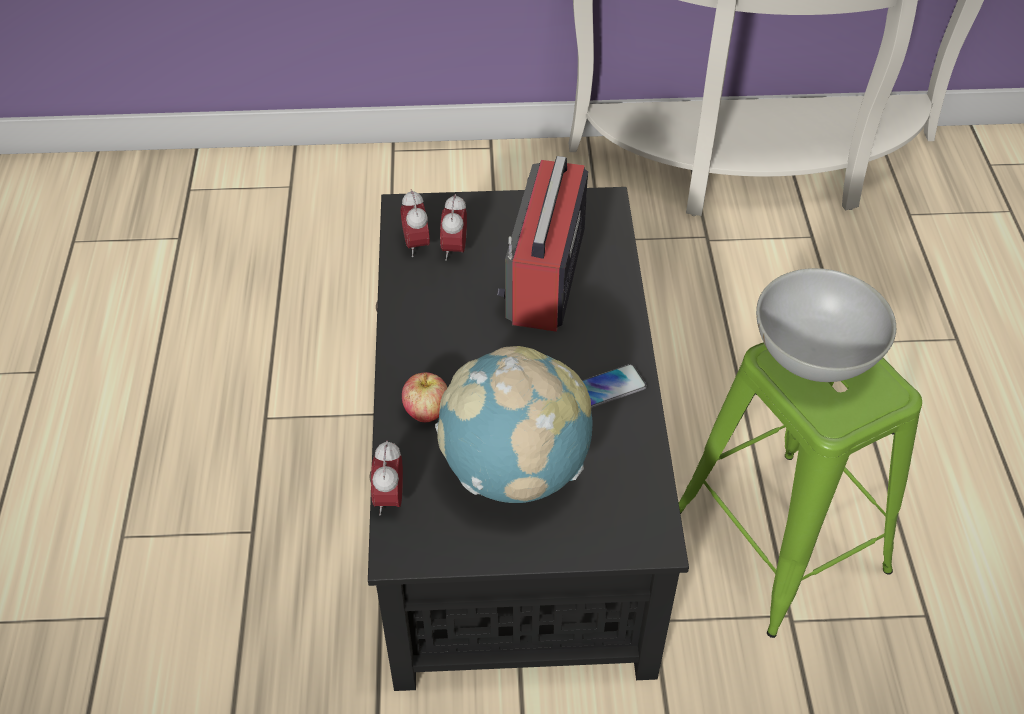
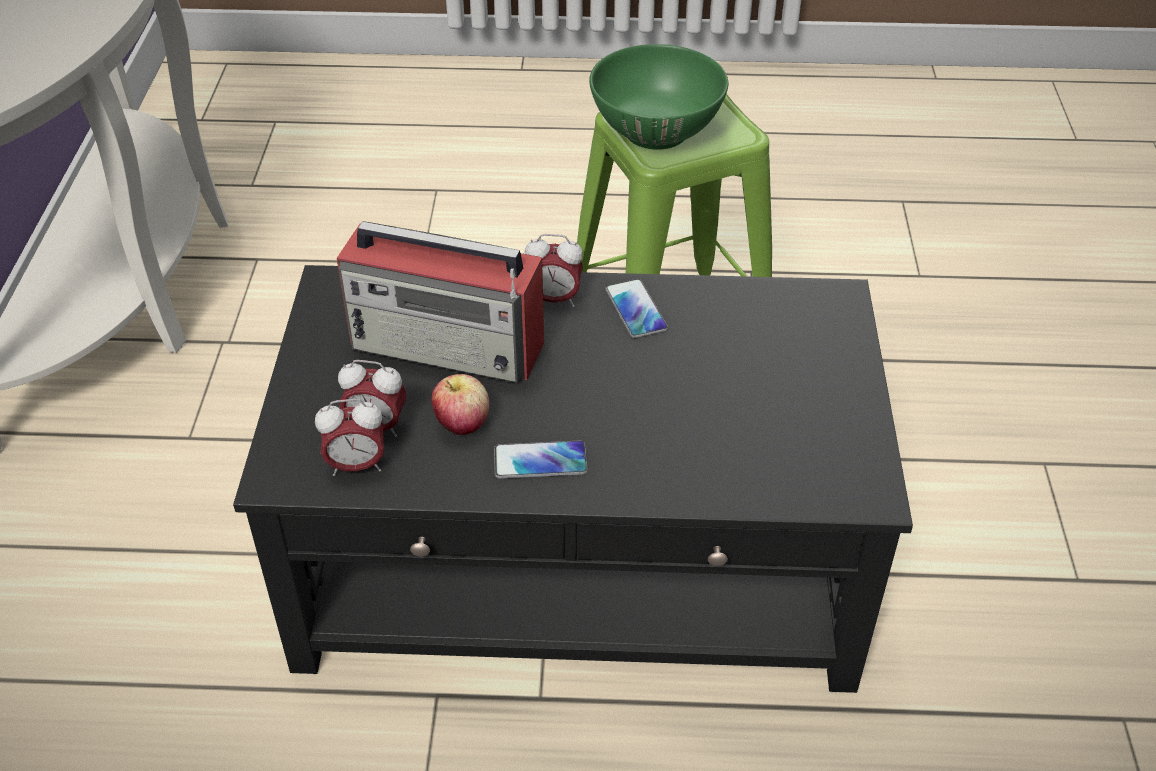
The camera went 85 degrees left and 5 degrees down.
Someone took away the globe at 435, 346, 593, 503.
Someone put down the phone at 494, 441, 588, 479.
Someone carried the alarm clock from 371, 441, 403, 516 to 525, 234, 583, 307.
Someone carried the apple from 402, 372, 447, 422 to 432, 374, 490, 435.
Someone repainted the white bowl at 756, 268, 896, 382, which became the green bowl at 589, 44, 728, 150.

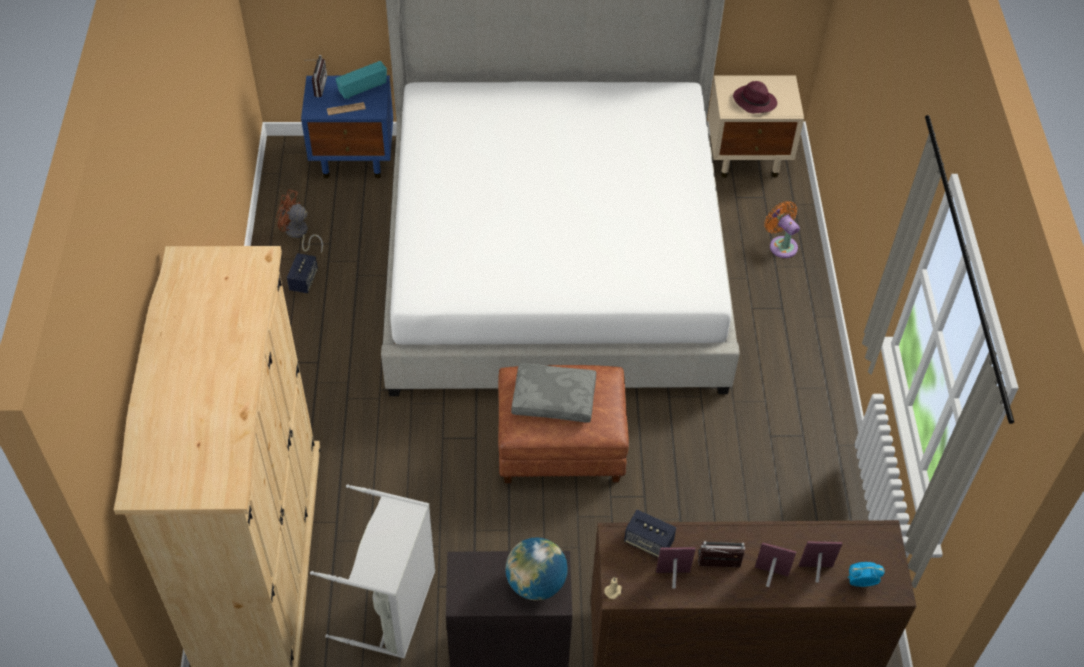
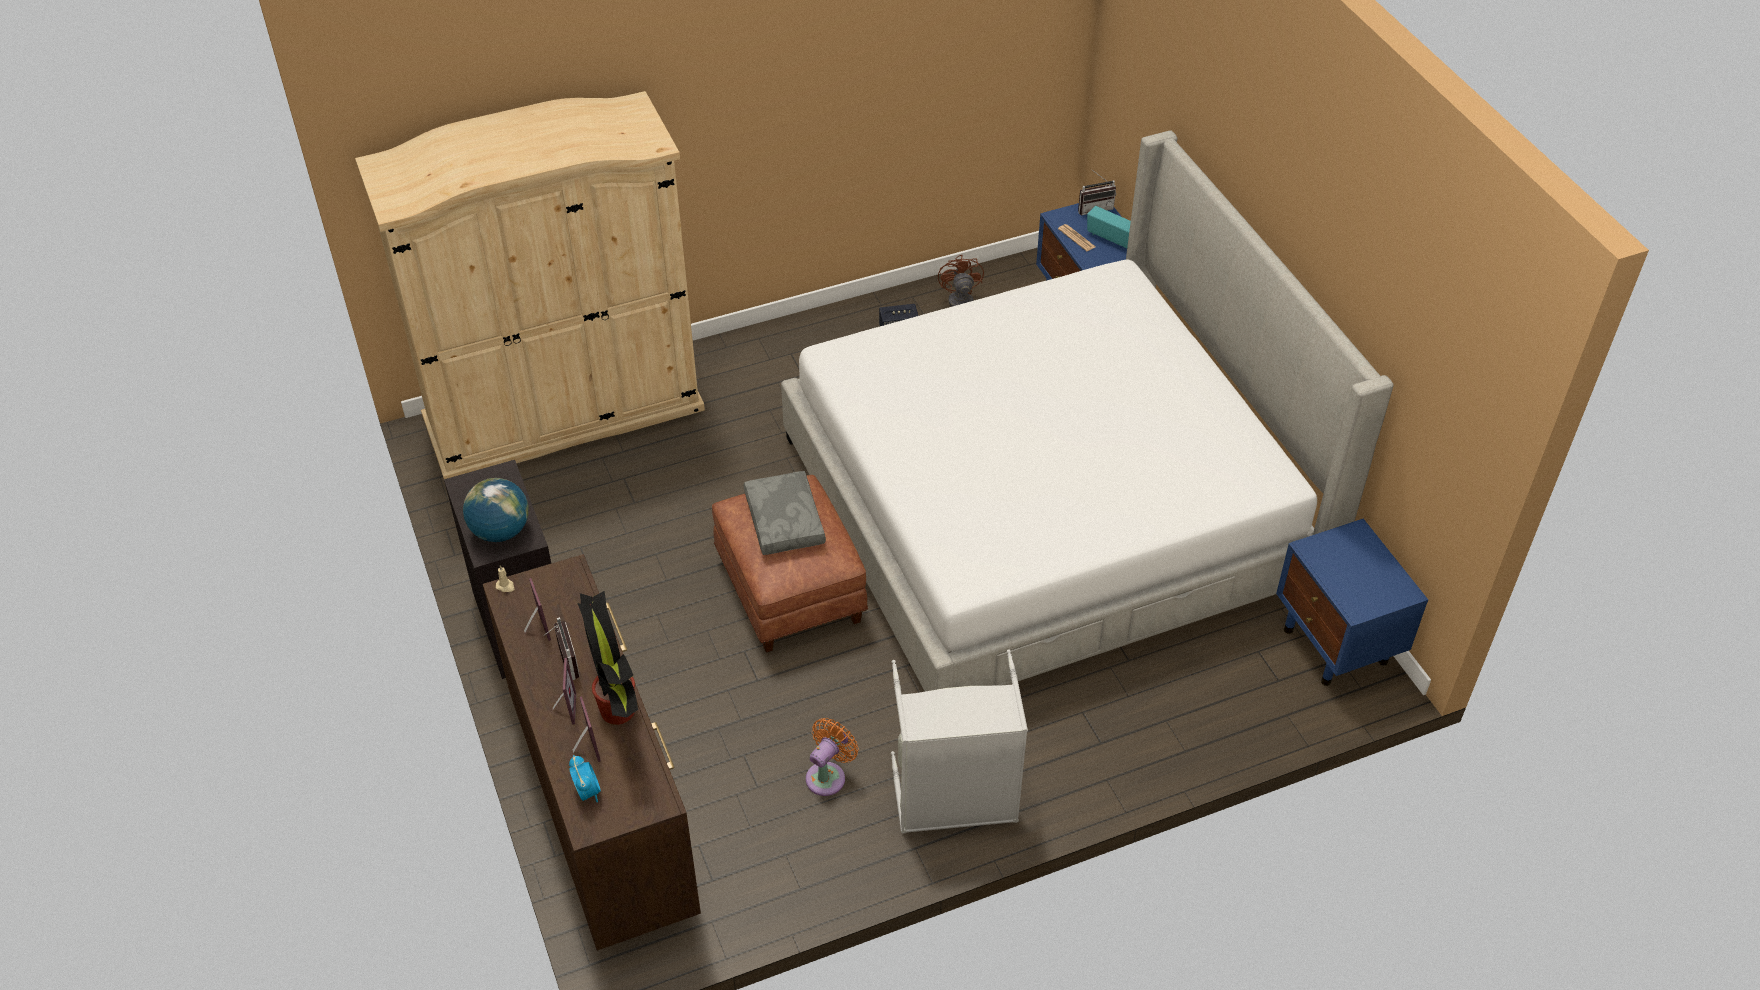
The camera went 70 degrees right and 5 degrees down.
Someone took away the speaker at 624, 510, 676, 558.
Someone took away the purple hat at 733, 81, 777, 113.
Someone put down the potted plant at 577, 591, 638, 725.
Someone carried the grey laundry basket from 310, 485, 435, 658 to 891, 650, 1028, 834.
Someone carried the orange fan from 765, 201, 800, 258 to 806, 718, 858, 796.
Someone repainted the beige nightstand at 708, 76, 804, 178, which became the blue nightstand at 1276, 519, 1428, 686.

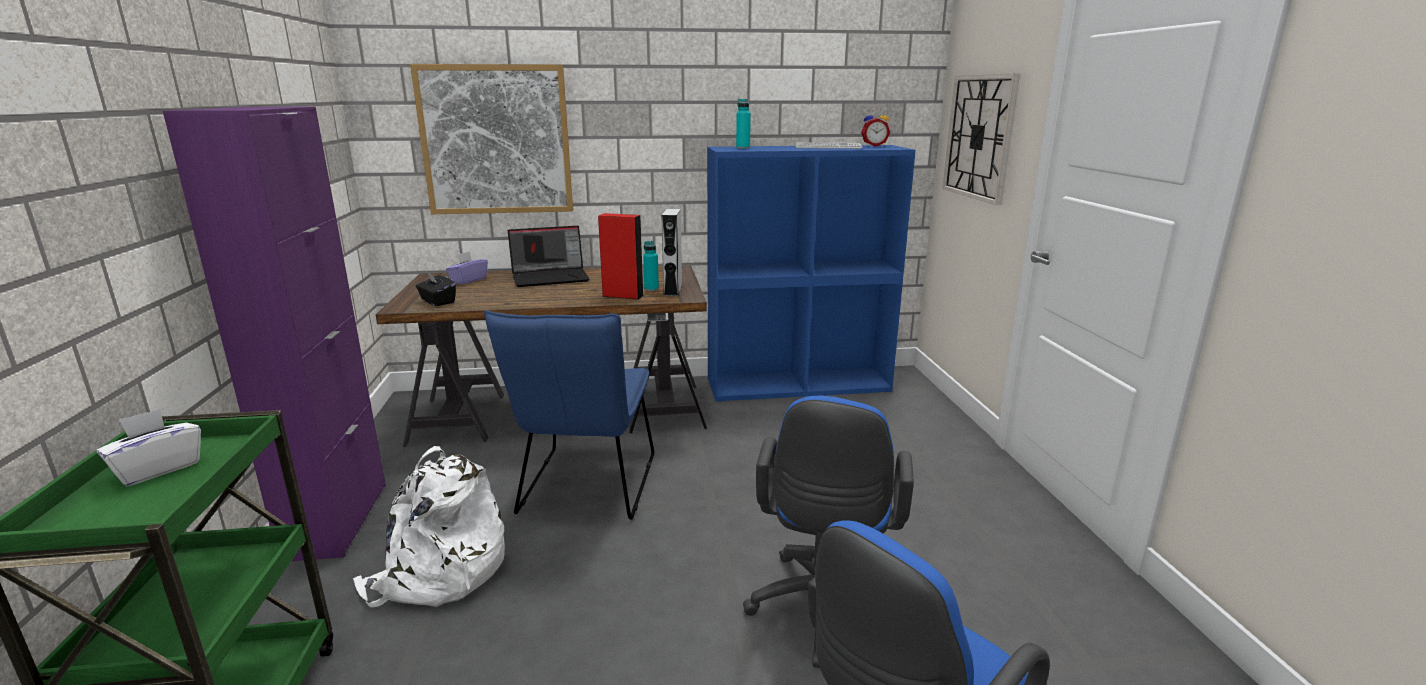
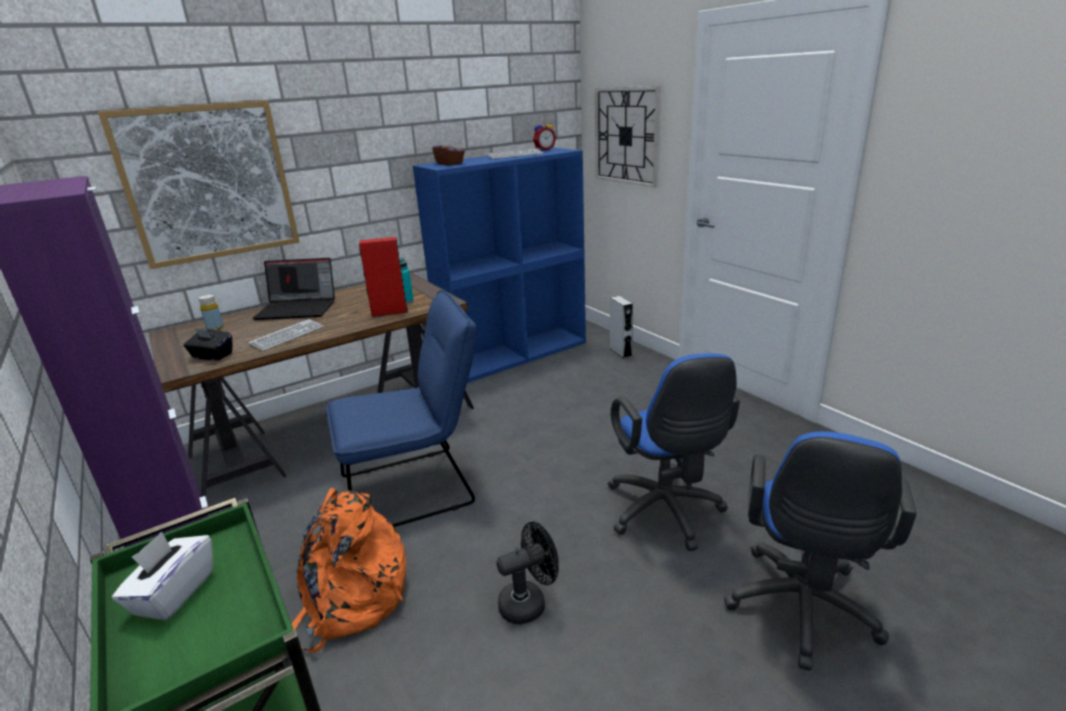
The camera went 25 degrees left and 5 degrees up.
Someone put down the keyboard at 248, 319, 324, 351.
Someone put down the black fan at 497, 522, 558, 624.
Someone carried the grey speaker from 661, 209, 682, 296 to 610, 296, 633, 358.
Someone swapped the purple tissue box at 446, 251, 488, 284 for the yellow bottle at 198, 294, 224, 330.
Someone swapped the turquoise bottle at 736, 99, 751, 149 for the brown tissue box at 432, 138, 465, 166.
Someone repainted the white backpack at 353, 446, 505, 607, which became the orange backpack at 292, 488, 406, 653.
Someone rotated the blue chair at 484, 311, 654, 520 by 90 degrees counterclockwise.
Someone rotated the laptop at 508, 226, 589, 287 by 45 degrees clockwise.

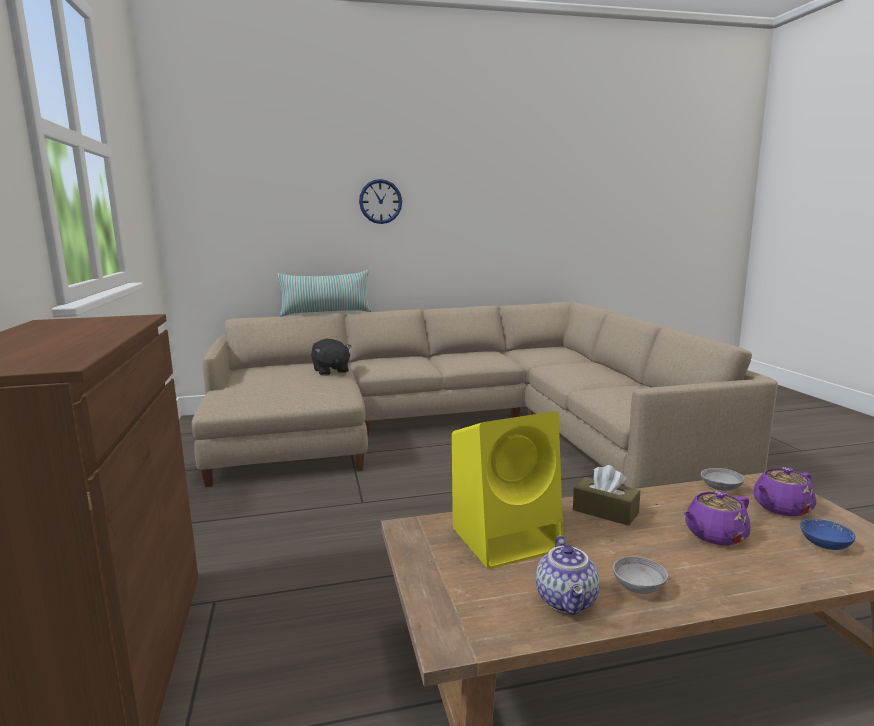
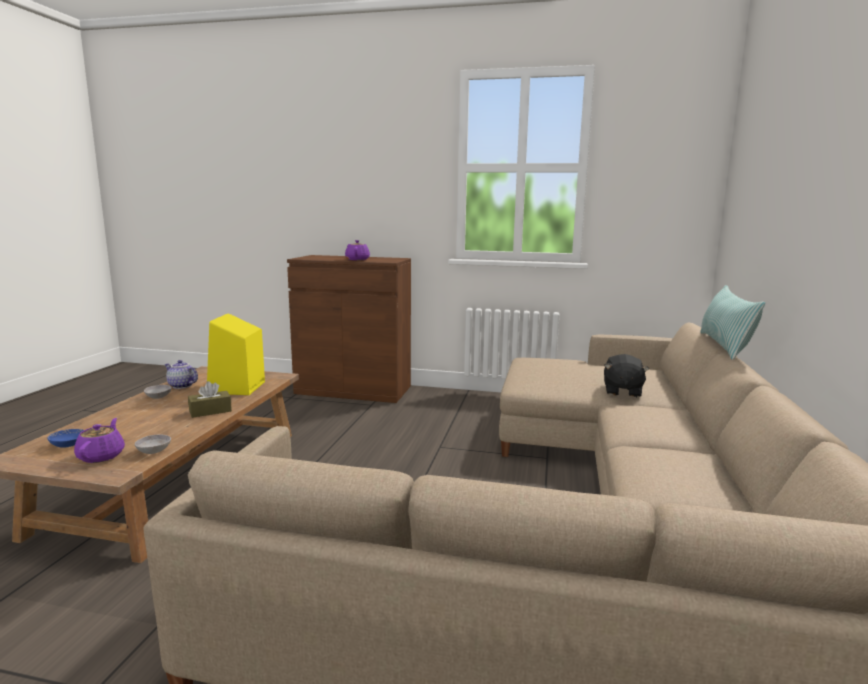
The camera went 115 degrees right and 0 degrees up.
Someone took away the wall clock at 359, 179, 402, 224.
Someone carried the purple teapot from 684, 491, 750, 545 to 345, 240, 370, 260.
Someone rotated the black plush toy at 311, 339, 351, 376 by 75 degrees counterclockwise.

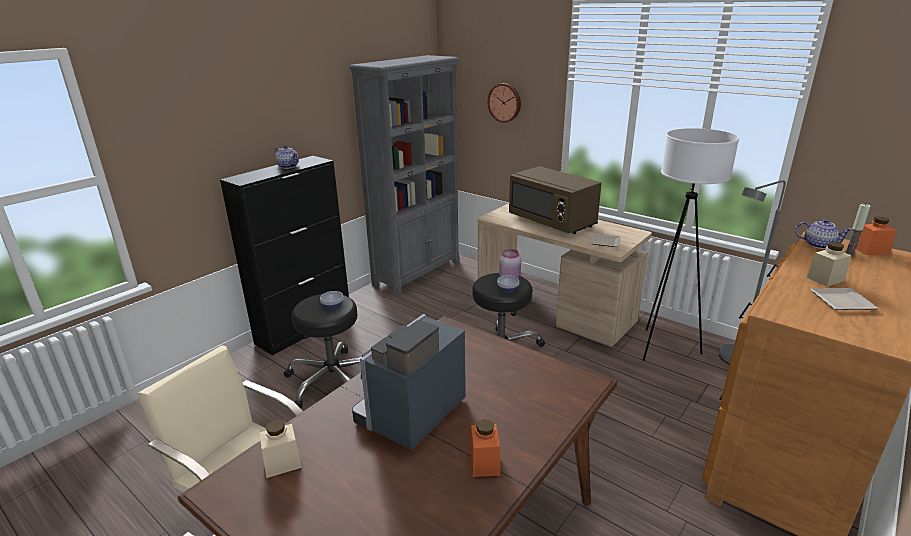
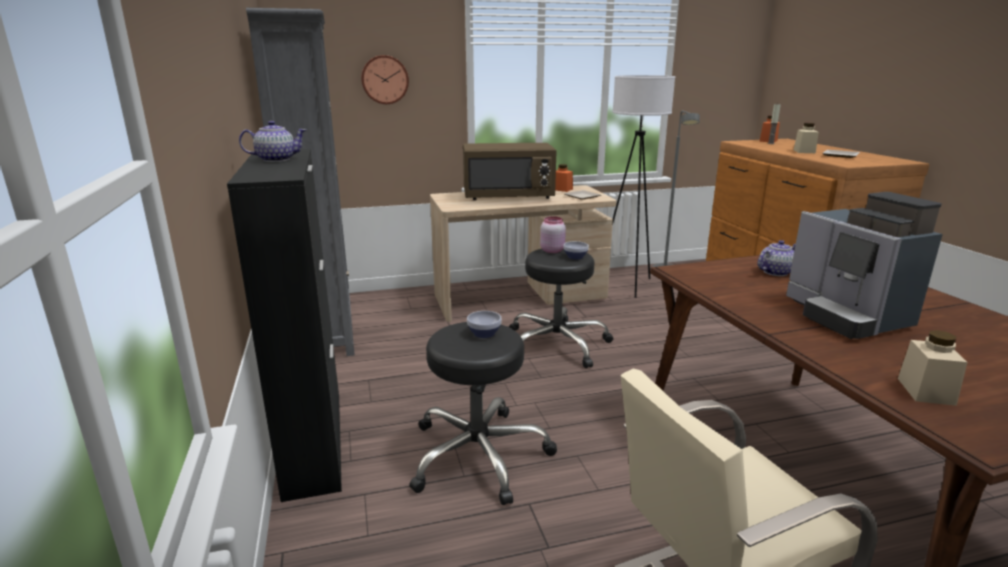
The camera went 55 degrees left and 5 degrees down.
Someone carried the orange jar from 470, 419, 501, 477 to 555, 164, 573, 192.
Someone carried the teapot from 795, 219, 852, 249 to 757, 240, 796, 276.

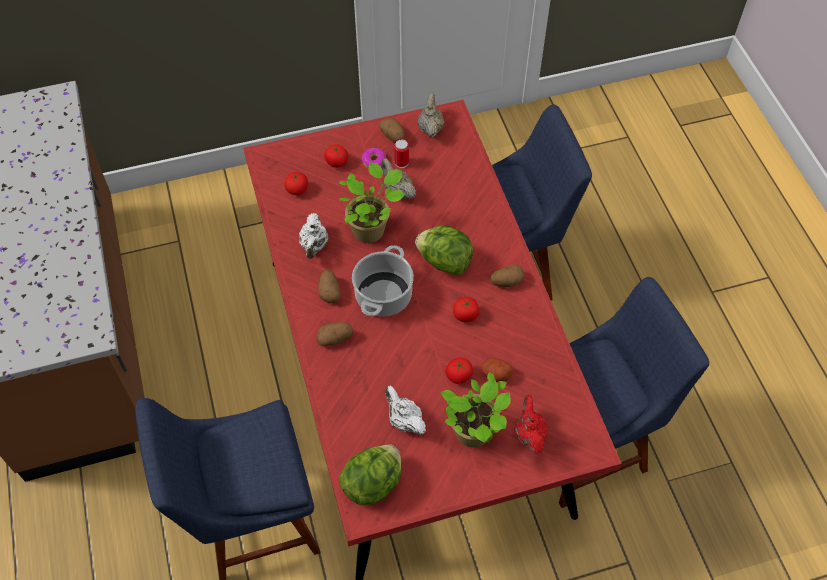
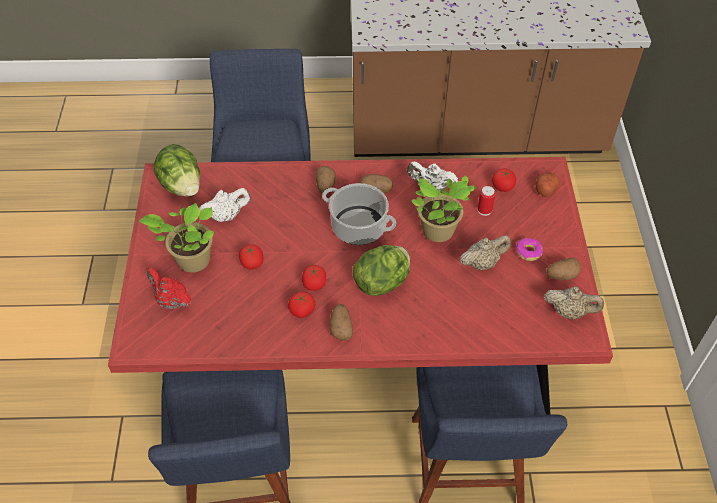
The camera went 105 degrees right and 5 degrees down.
Someone carried the tomato from 324, 144, 348, 168 to 288, 292, 315, 318.
Someone carried the can from 394, 140, 409, 168 to 477, 186, 496, 216.
Someone carried the potato from 481, 358, 513, 382 to 536, 173, 560, 197.
Someone rotated the red teapot at 514, 395, 548, 454 by 150 degrees counterclockwise.

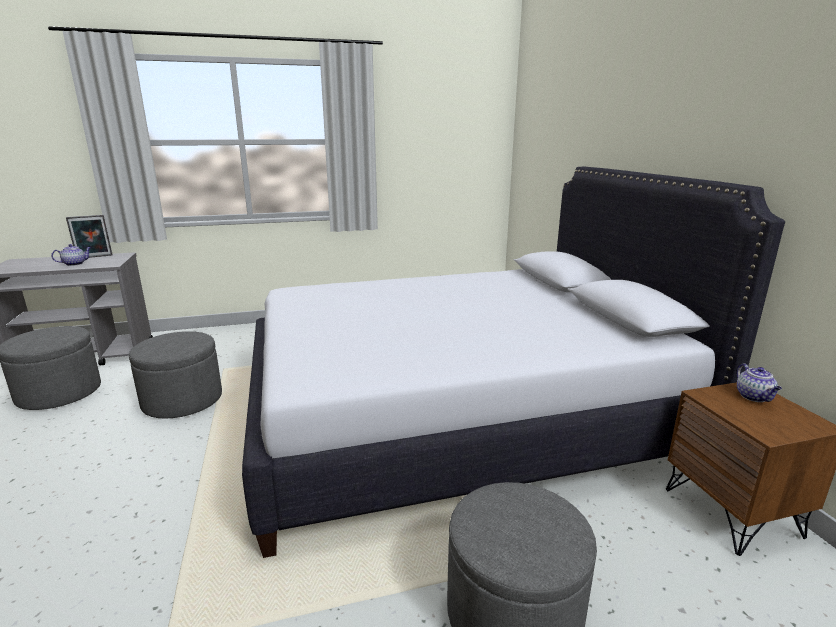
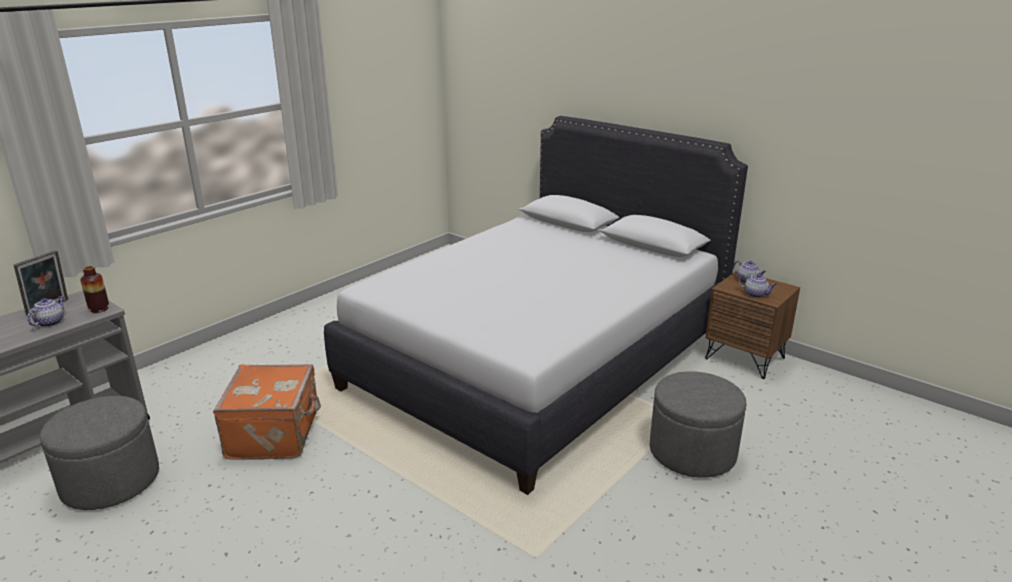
The camera went 35 degrees left and 5 degrees up.
Someone put down the vase at 80, 266, 109, 313.
Someone put down the teapot at 738, 274, 777, 298.
Someone swapped the grey ottoman at 129, 331, 222, 419 for the orange suitcase at 213, 364, 321, 460.

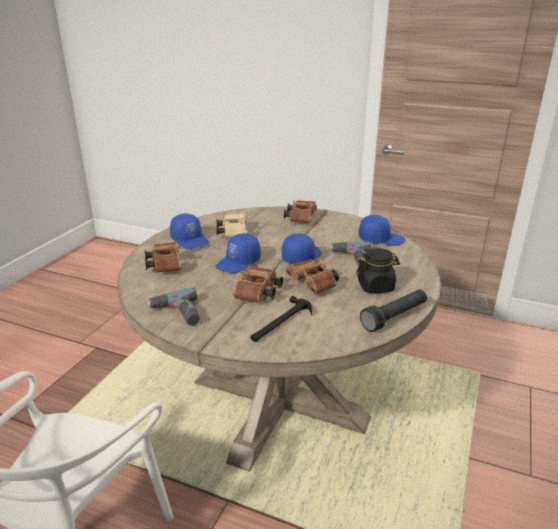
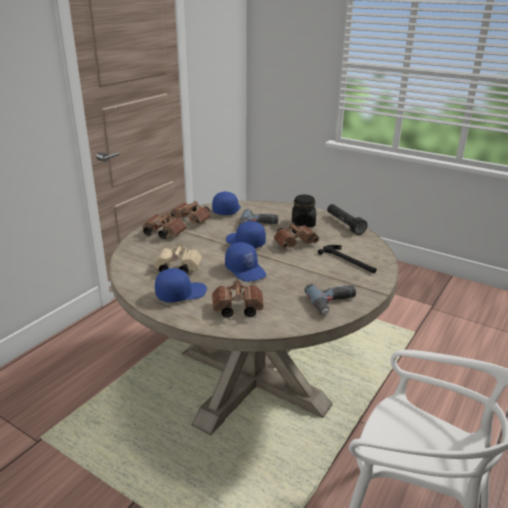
The camera went 80 degrees left and 0 degrees up.
Someone carried the brown binoculars from 233, 266, 283, 302 to 170, 201, 211, 225.

